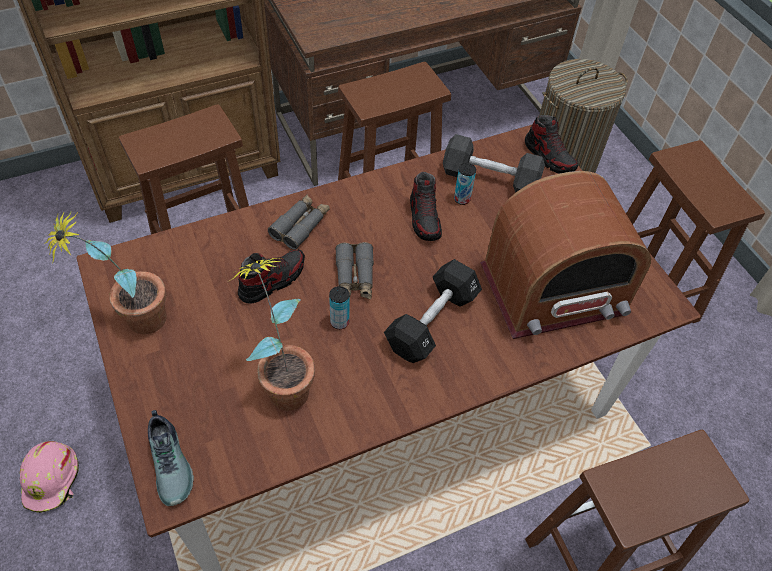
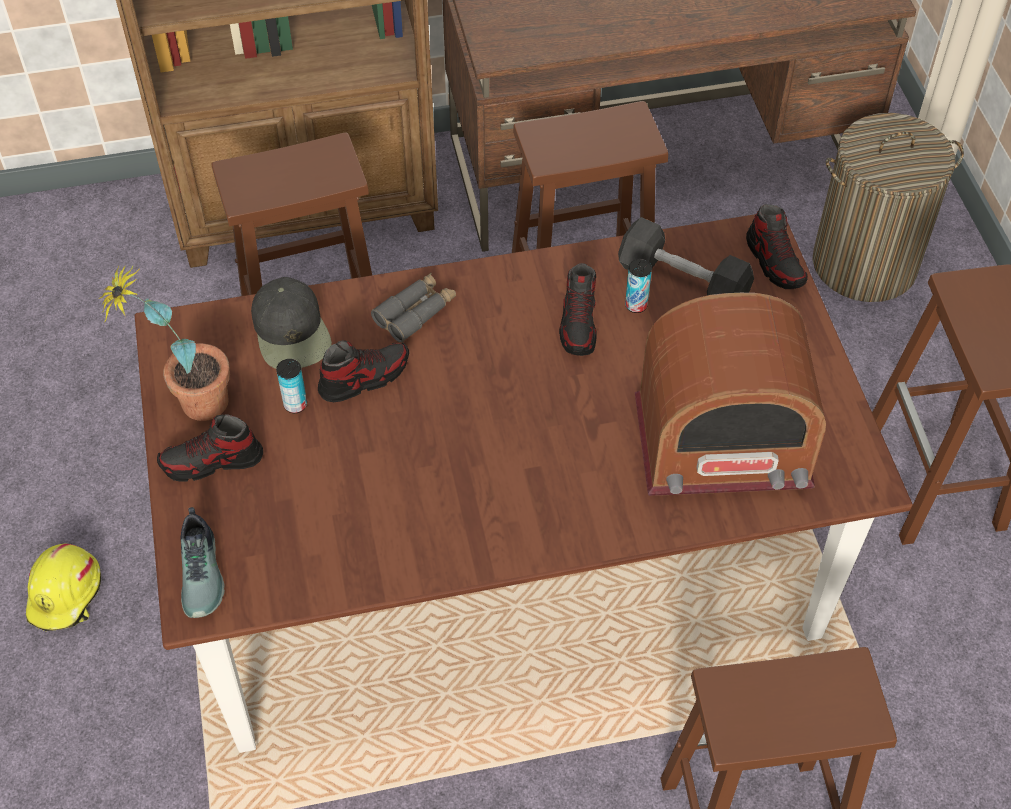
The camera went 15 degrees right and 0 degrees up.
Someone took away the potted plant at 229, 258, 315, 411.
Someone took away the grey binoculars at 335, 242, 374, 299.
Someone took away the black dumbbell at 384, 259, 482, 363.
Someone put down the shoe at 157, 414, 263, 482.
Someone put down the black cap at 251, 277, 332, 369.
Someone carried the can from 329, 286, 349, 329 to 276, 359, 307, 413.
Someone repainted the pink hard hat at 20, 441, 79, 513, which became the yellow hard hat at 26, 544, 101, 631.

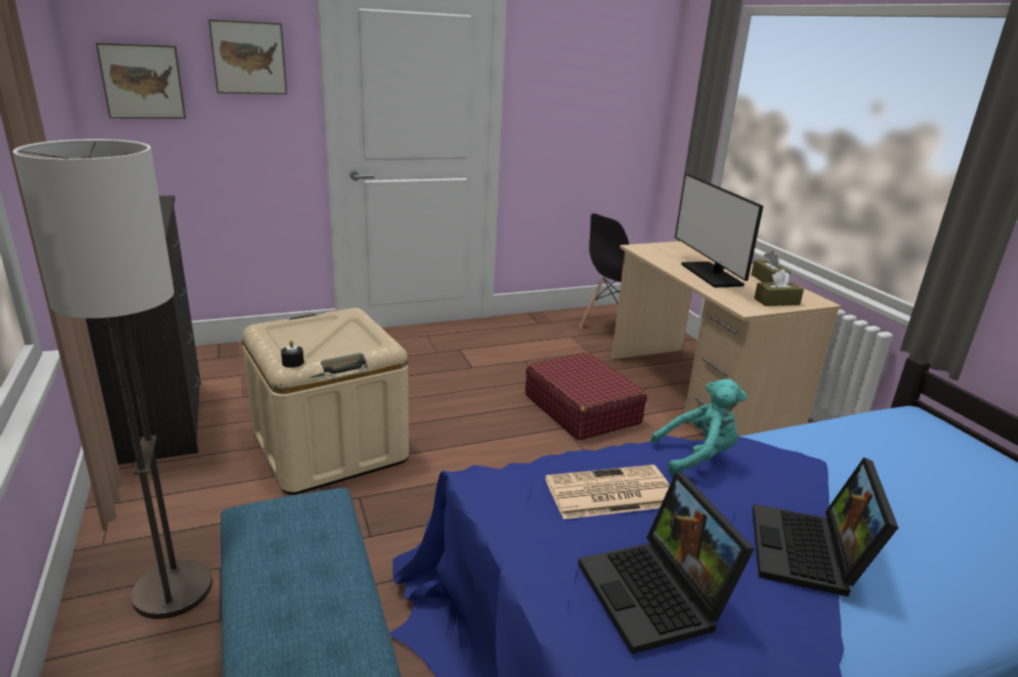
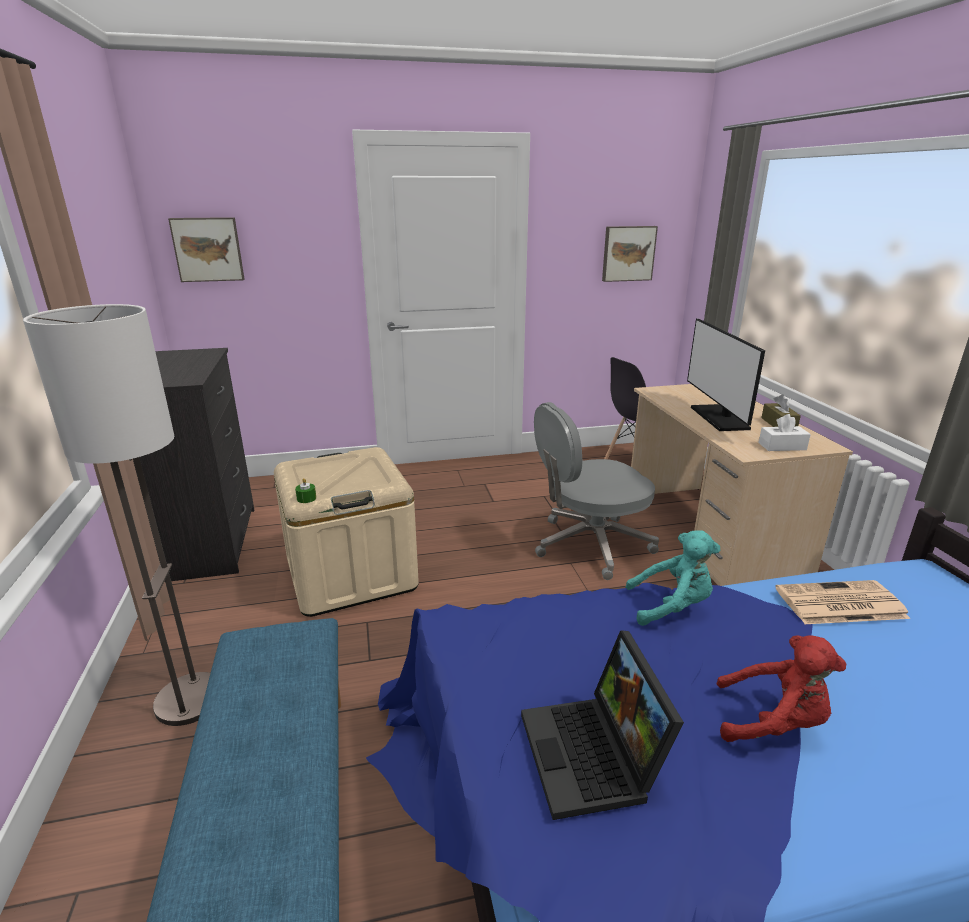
The camera went 10 degrees right and 0 degrees up.
Someone carried the picture from 209, 19, 287, 94 to 602, 226, 658, 282.
Someone carried the newspaper from 545, 465, 670, 519 to 775, 580, 911, 624.
Someone swapped the red suitcase at 525, 352, 647, 440 for the grey office chair at 534, 402, 659, 580.
Someone swapped the laptop at 752, 458, 899, 597 for the red plush toy at 716, 635, 846, 742.
Someone repainted the black candle at 281, 340, 304, 368, which became the green candle at 295, 478, 316, 503.
Someone repainted the brown tissue box at 754, 269, 804, 306, which became the white tissue box at 758, 414, 811, 451.

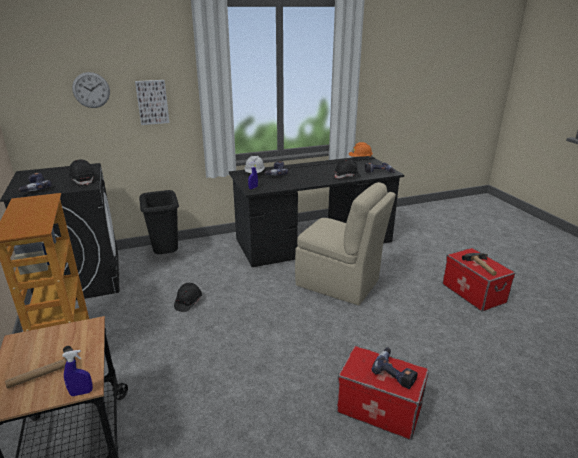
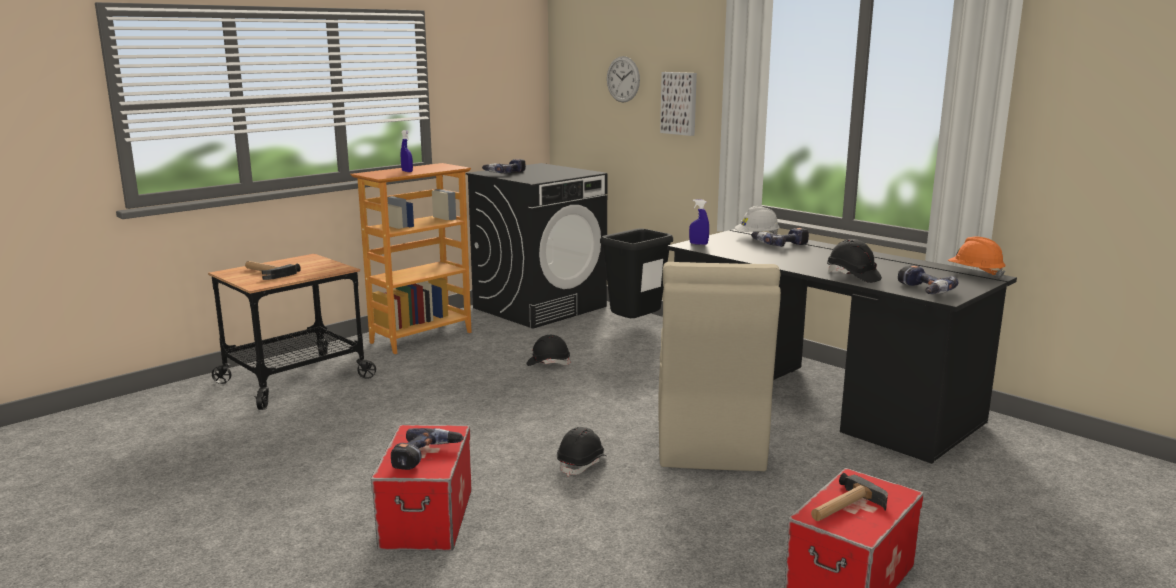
The camera went 65 degrees right and 10 degrees down.
Someone carried the blue spray bottle from 62, 350, 93, 396 to 401, 130, 413, 172.
Someone carried the black hard hat from 69, 159, 95, 185 to 557, 427, 607, 476.

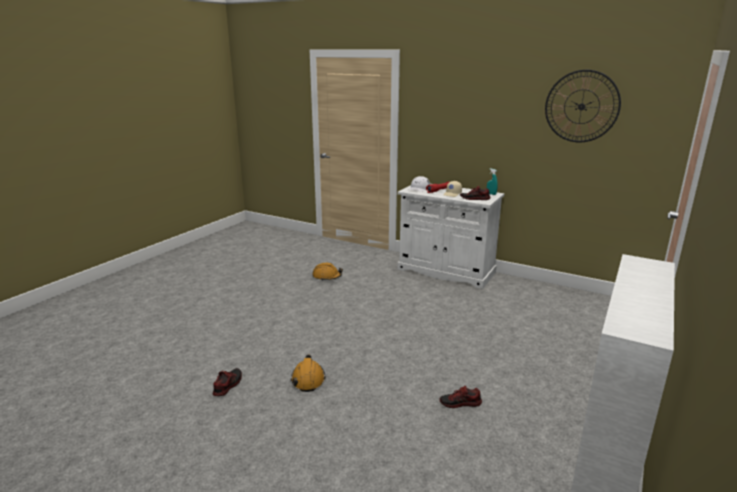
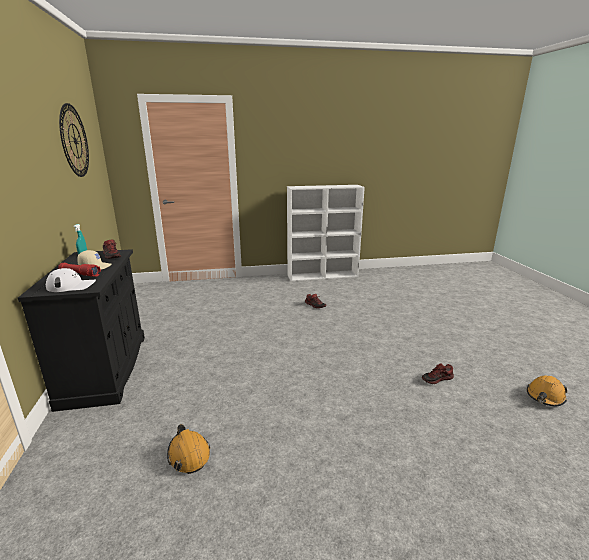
The camera went 130 degrees left and 0 degrees up.
Someone carried the orange hard hat from 291, 354, 326, 392 to 527, 375, 567, 406.
Someone repainted the white cabinet at 398, 185, 504, 289, which became the black cabinet at 18, 249, 145, 412.

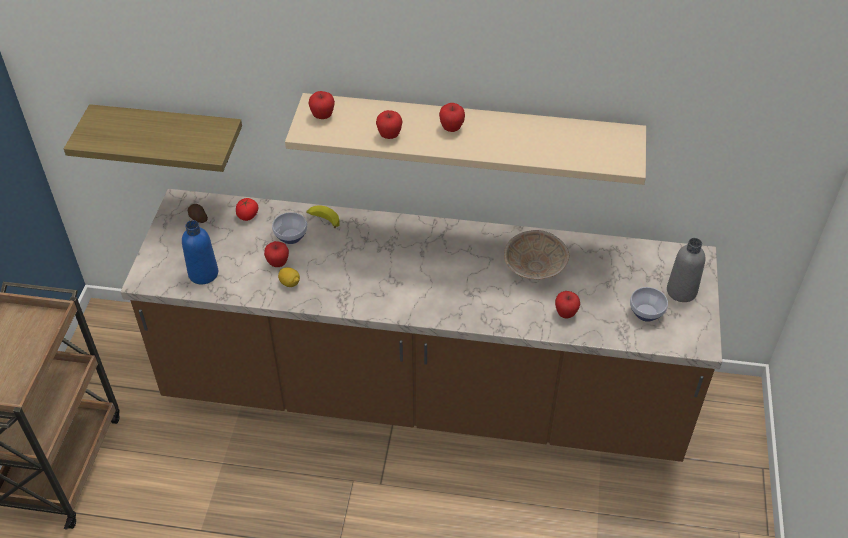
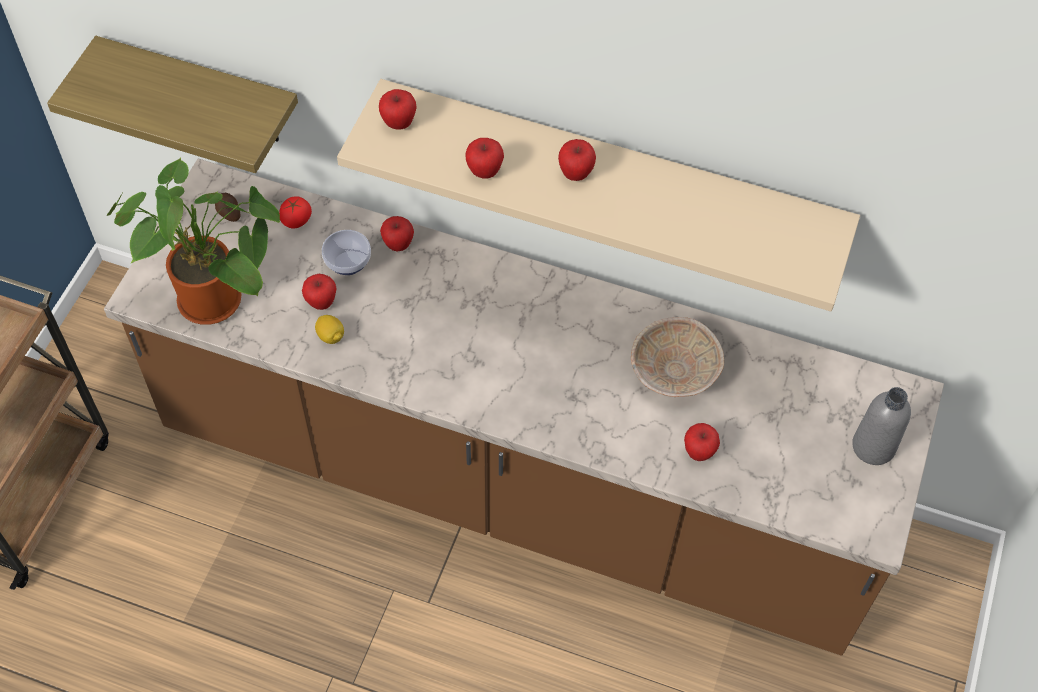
The camera went 10 degrees right and 10 degrees up.
Someone took away the bowl at 630, 287, 668, 322.
Someone swapped the blue bottle at 182, 220, 218, 284 for the potted plant at 107, 158, 280, 325.
Someone swapped the banana at 306, 205, 340, 228 for the apple at 380, 216, 414, 251.

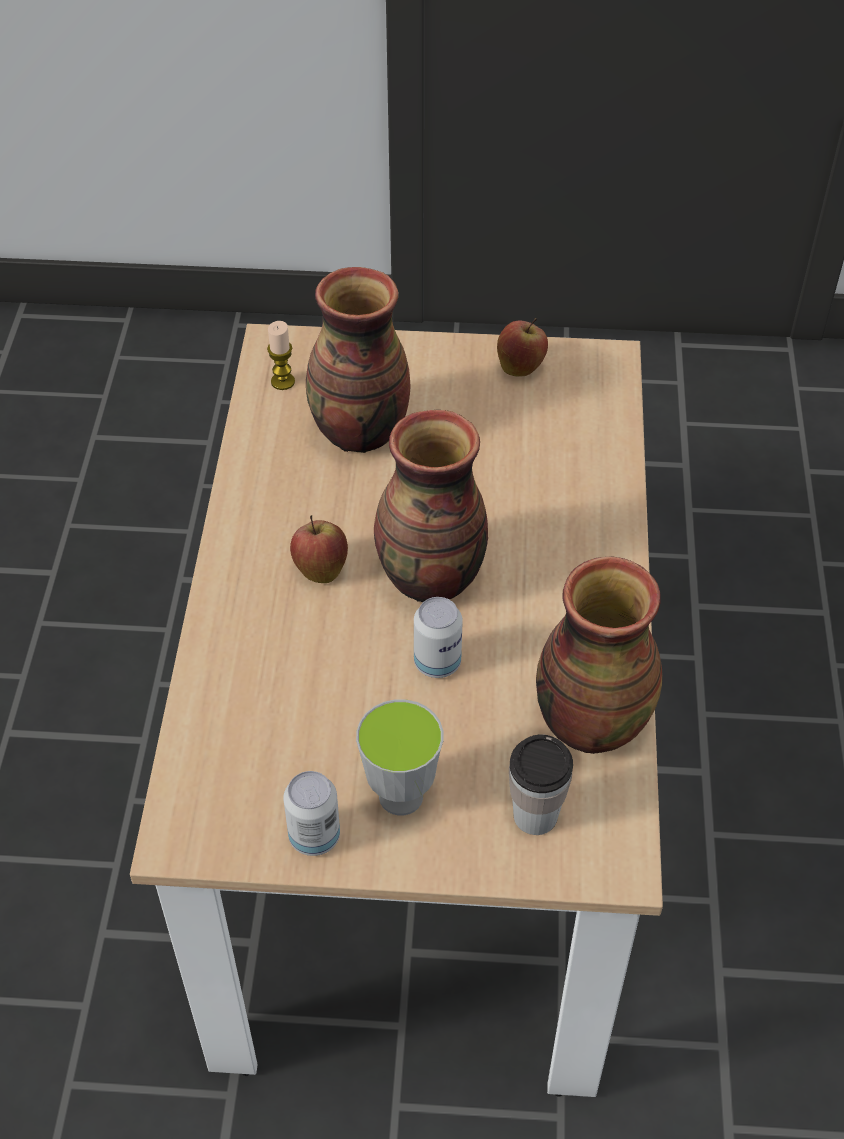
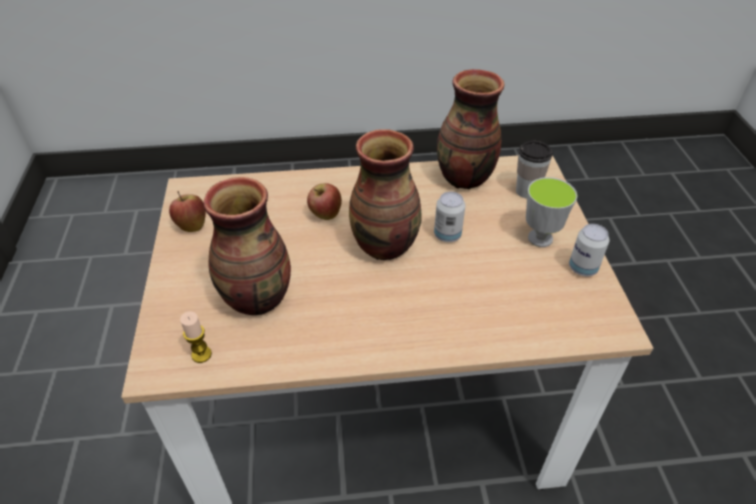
The camera went 100 degrees left and 5 degrees down.
Someone carried the apple from 290, 515, 348, 583 to 307, 183, 342, 220.

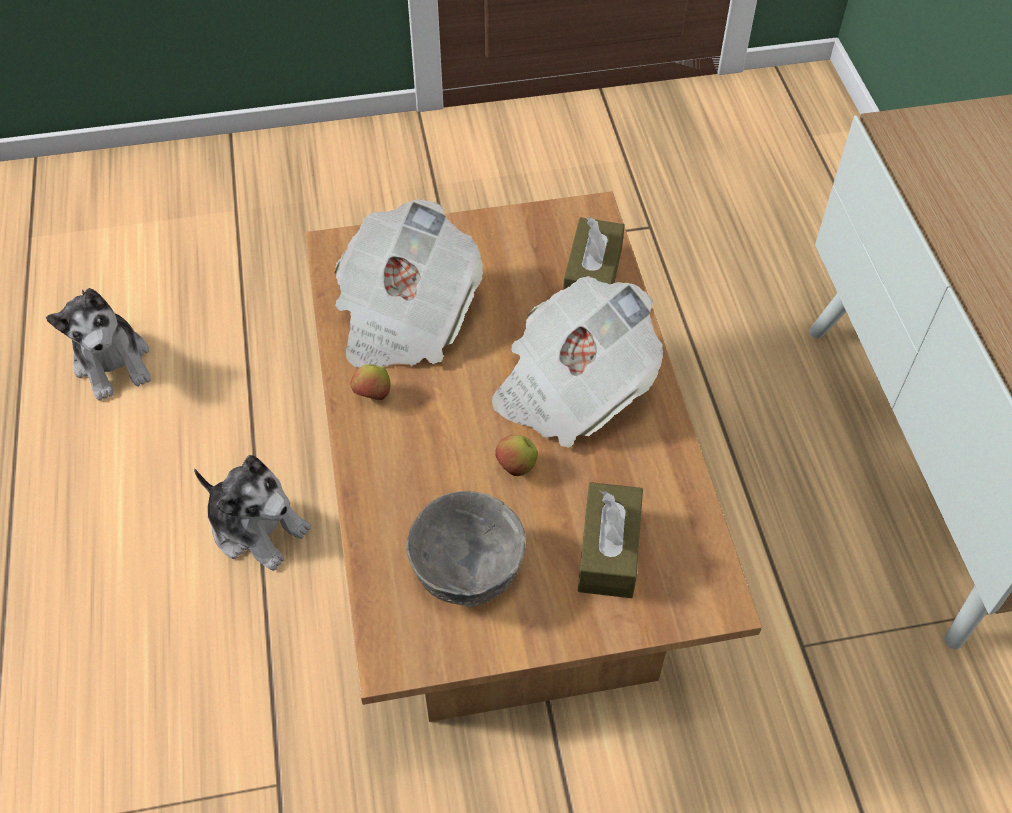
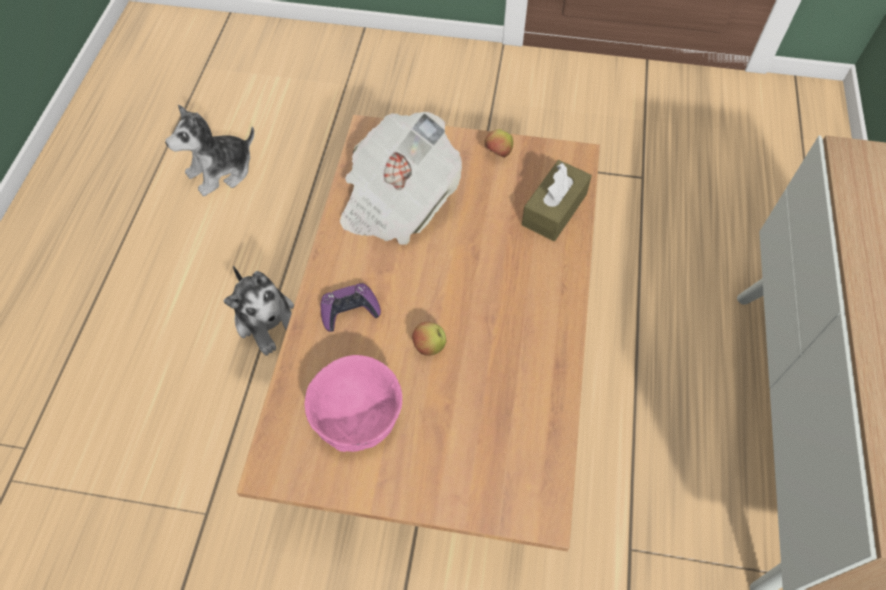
The camera went 20 degrees right and 5 degrees up.
Someone took away the newspaper at 492, 276, 663, 448.
Someone took away the brown tissue box at 578, 482, 643, 598.
Someone put down the purple game controller at 321, 283, 381, 332.
Someone carried the apple from 350, 364, 391, 400 to 485, 129, 513, 158.
Someone repainted the grey bowl at 406, 491, 526, 607, which became the pink bowl at 305, 355, 402, 452.
Someone rotated the plush toy at 46, 288, 151, 401 by 60 degrees clockwise.

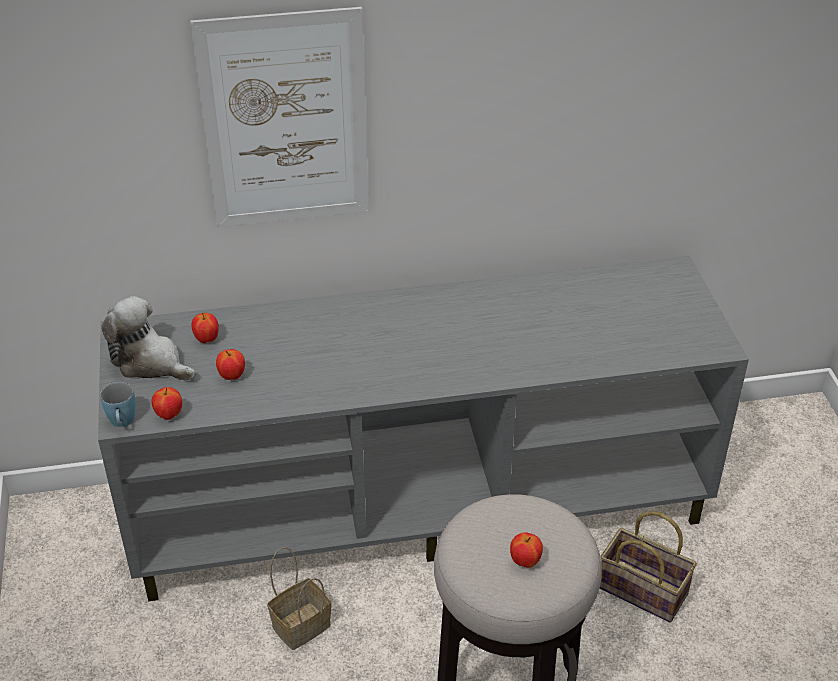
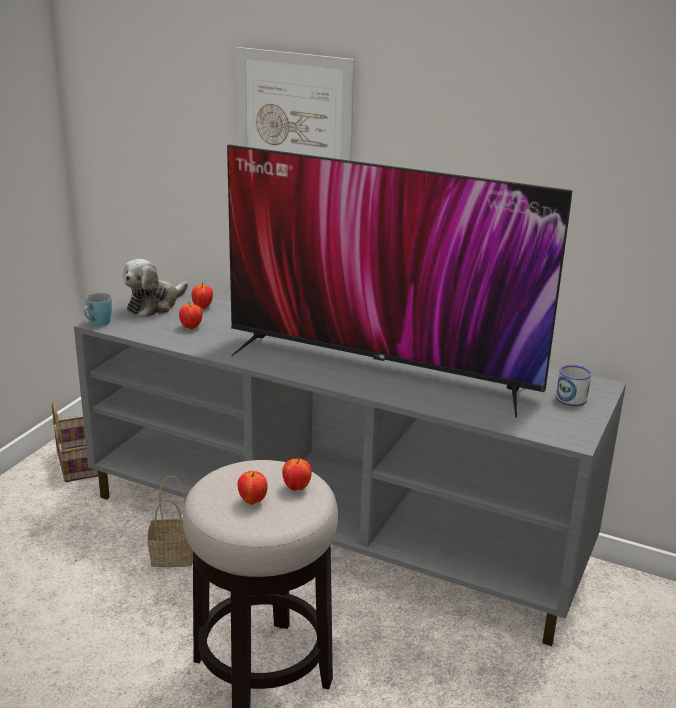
The camera went 35 degrees right and 15 degrees down.
Someone put down the television at 227, 145, 572, 418.
Someone put down the mug at 556, 364, 591, 406.
Someone carried the apple from 151, 387, 182, 420 to 282, 458, 312, 491.
Someone carried the basket from 600, 511, 697, 623 to 52, 402, 98, 482.
Someone rotated the plush toy at 101, 296, 195, 381 by 120 degrees counterclockwise.

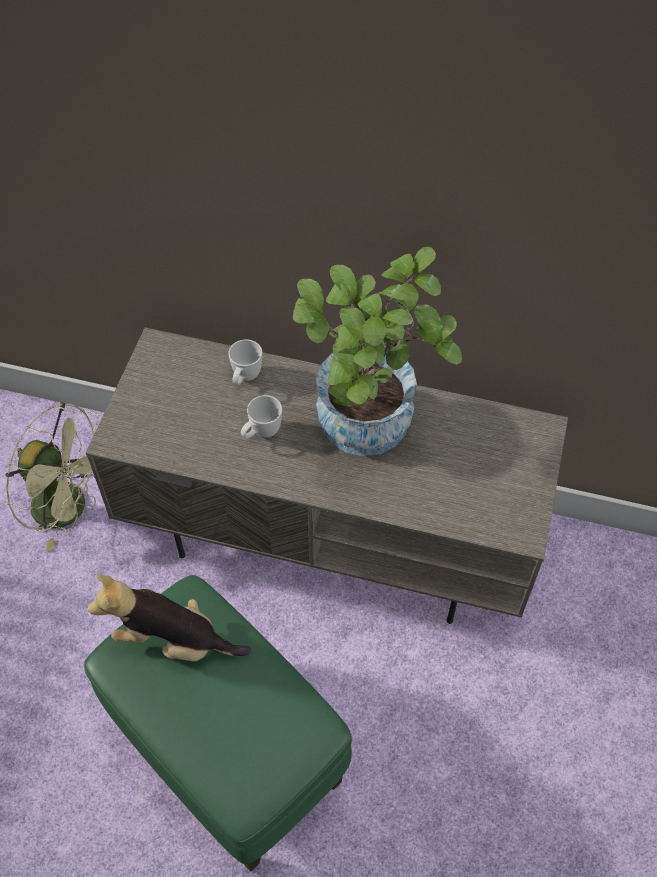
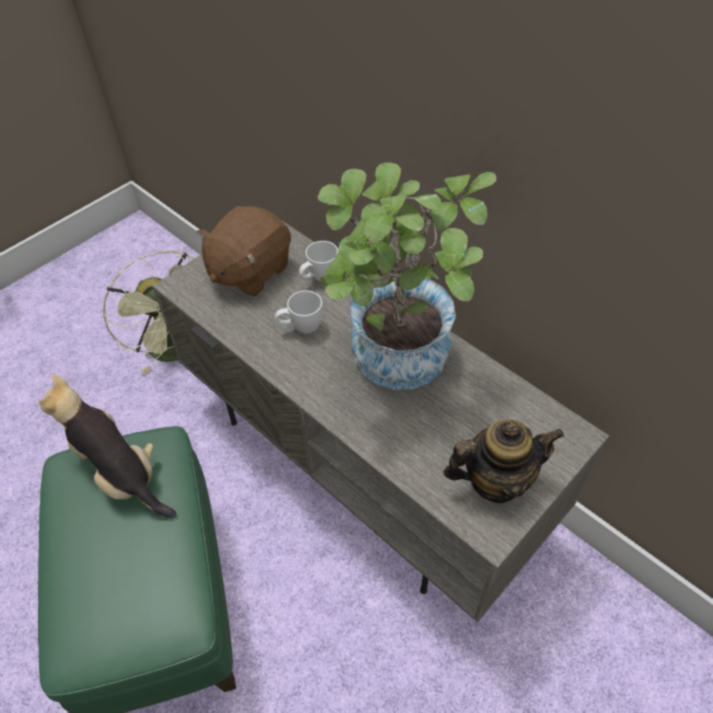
The camera went 30 degrees right and 5 degrees down.
Someone put down the brown plush toy at 196, 206, 291, 296.
Someone put down the teapot at 444, 419, 564, 503.

